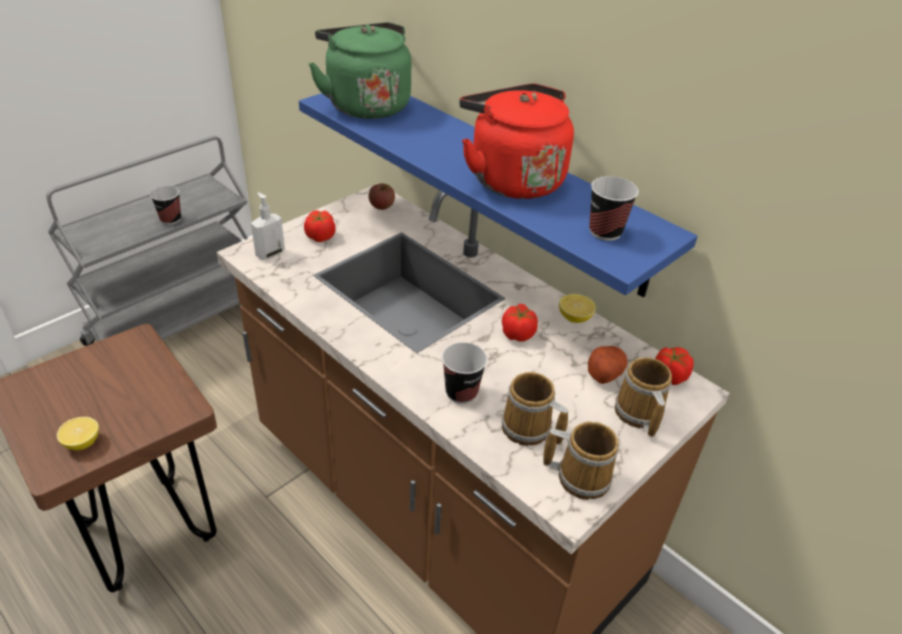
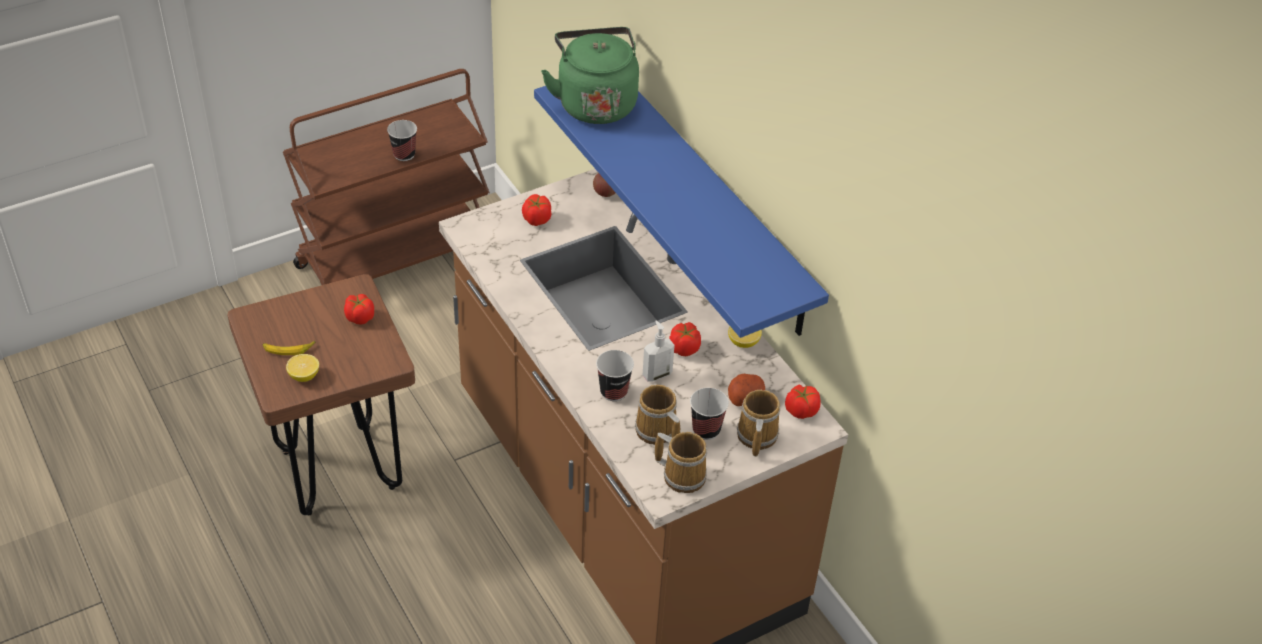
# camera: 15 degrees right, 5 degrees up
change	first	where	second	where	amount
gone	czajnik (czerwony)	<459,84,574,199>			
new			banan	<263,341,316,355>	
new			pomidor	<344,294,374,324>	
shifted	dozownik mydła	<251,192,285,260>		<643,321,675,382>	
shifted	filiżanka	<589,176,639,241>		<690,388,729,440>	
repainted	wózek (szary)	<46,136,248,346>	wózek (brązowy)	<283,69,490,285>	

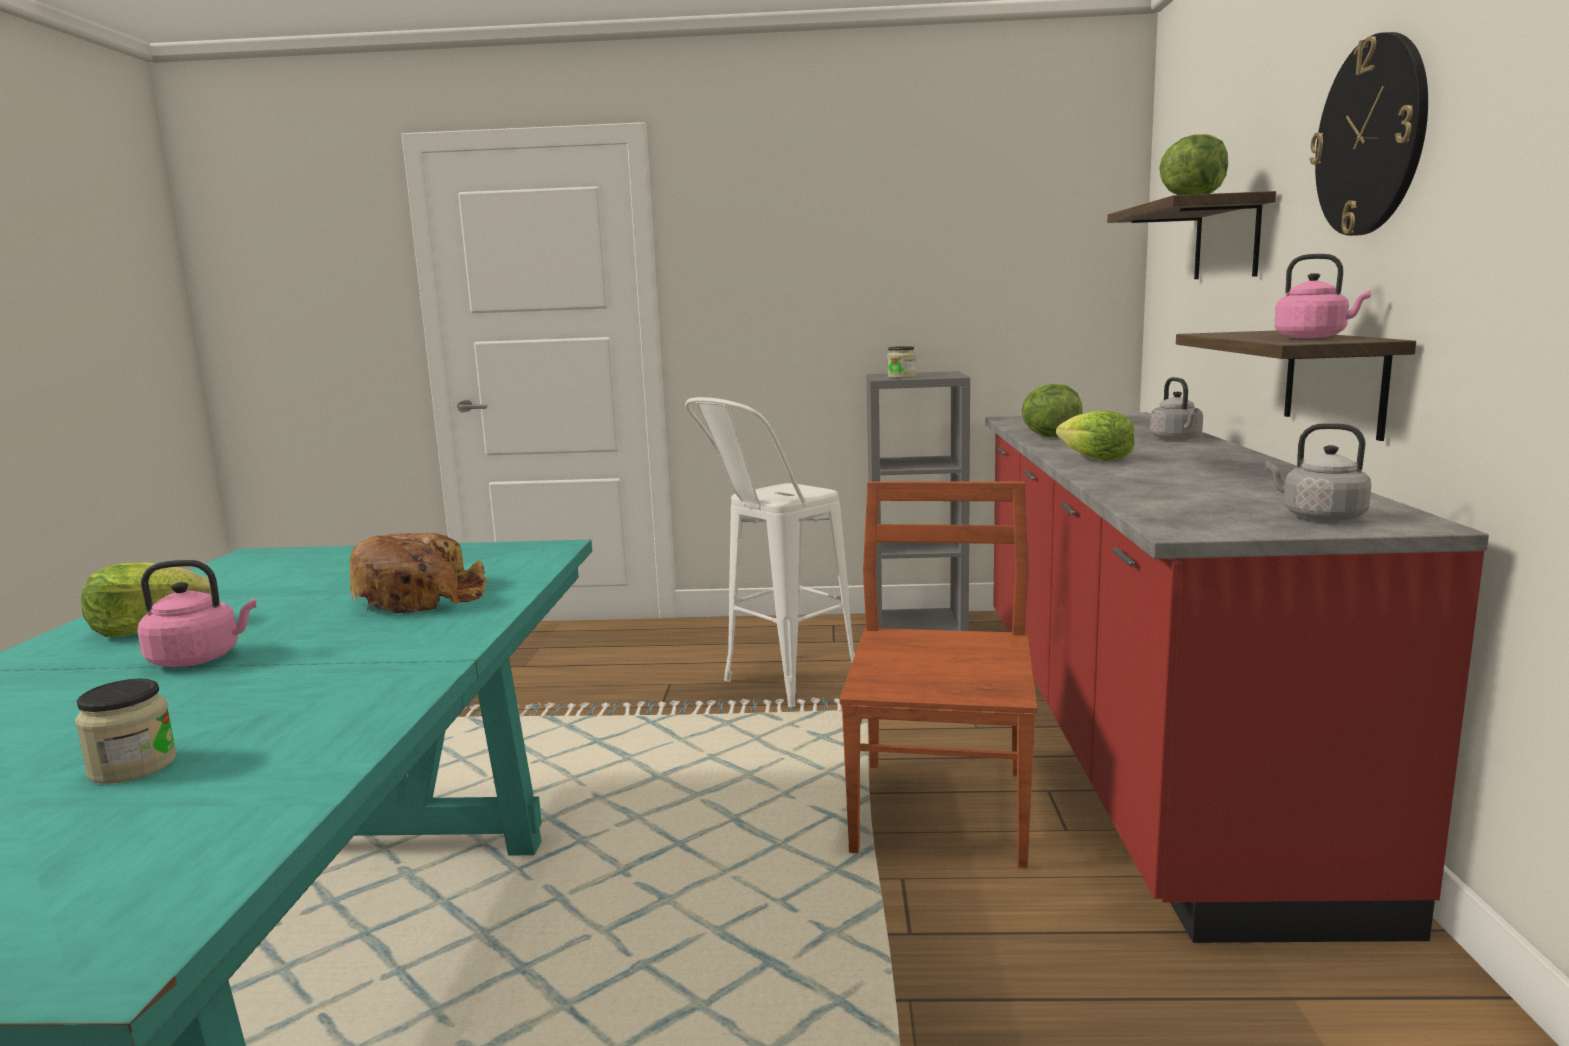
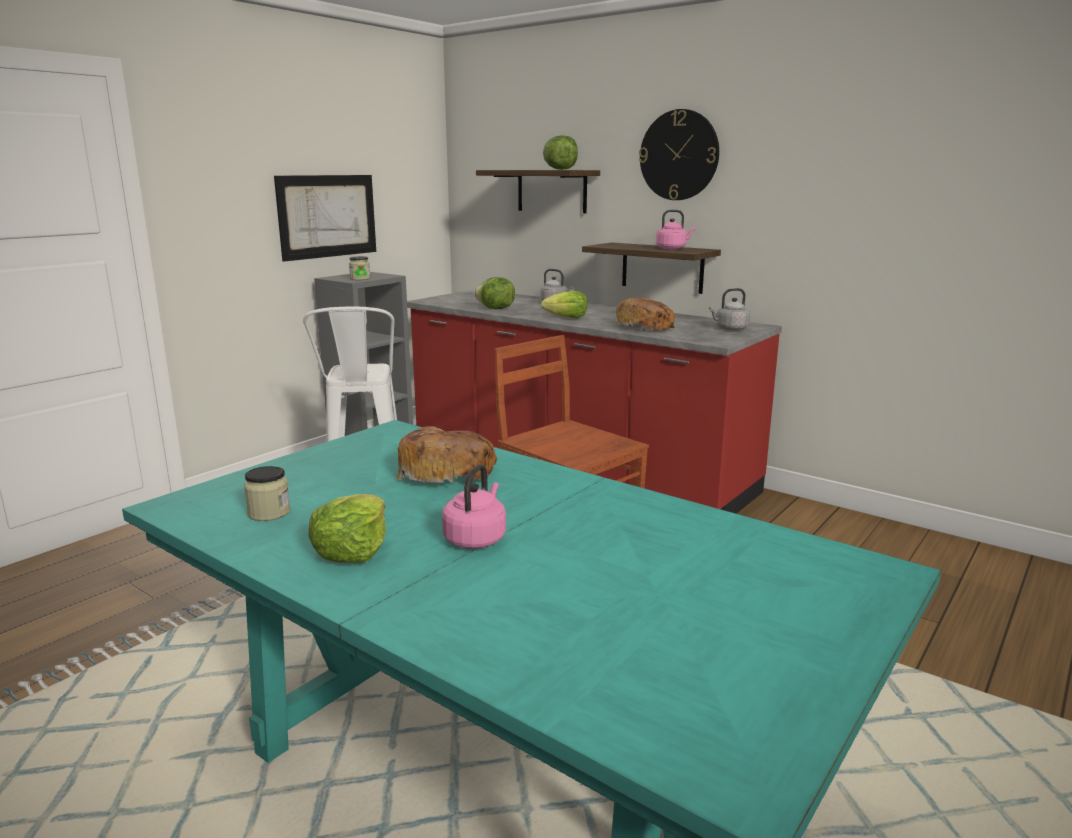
# camera: 55 degrees left, 5 degrees up
change	first	where	second	where	amount
new			obraz	<274,175,376,262>	
new			chleb	<615,298,675,331>	
shifted	słoik	<75,679,177,784>		<244,466,291,521>	

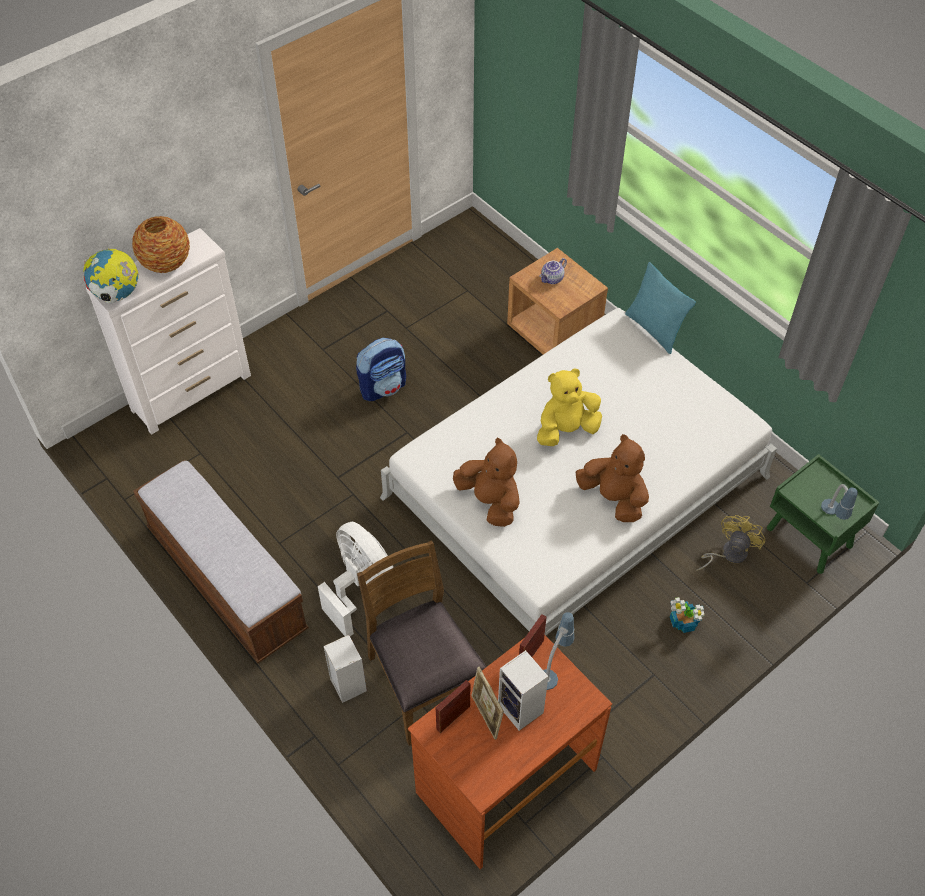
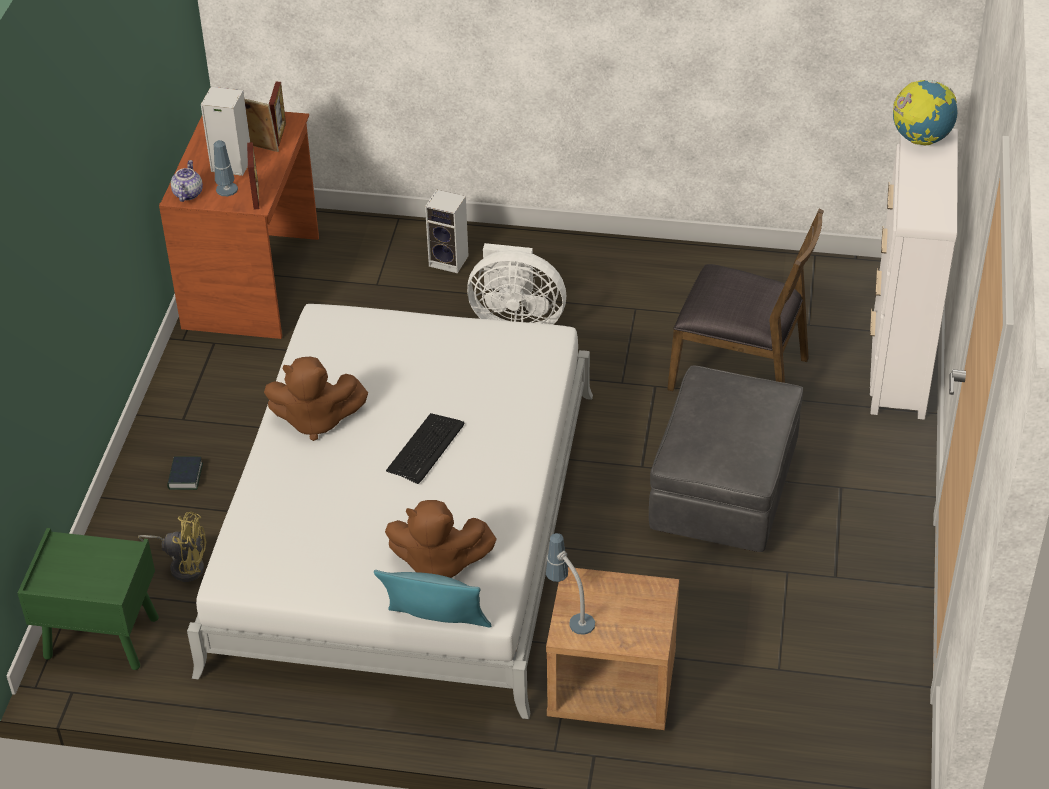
# camera: 140 degrees right, 10 degrees down
change	first	where	second	where	amount
gone	wazon	<132,216,190,273>			
gone	ławka	<133,460,309,663>			
shifted	krzesło (brązowy)	<357,540,486,746>		<667,209,824,391>	
shifted	pluszak (brązowy)	<453,438,520,527>		<385,500,497,578>	
shifted	imbryk	<539,258,567,284>		<171,160,203,202>	
shifted	lampa stołowa	<821,484,858,520>		<546,533,595,635>	
swapped	plecak	<356,338,406,401>	pufa (szary)	<649,366,803,552>	
swapped	pluszak (żółty)	<537,368,602,446>	klawiatura	<386,413,464,484>	
swapped	roślina doniczkowa	<670,597,705,633>	książka	<167,457,203,490>	
rotated	wentylator (żółty)	<696,515,765,571>		<138,512,207,582>	75 degrees counterclockwise

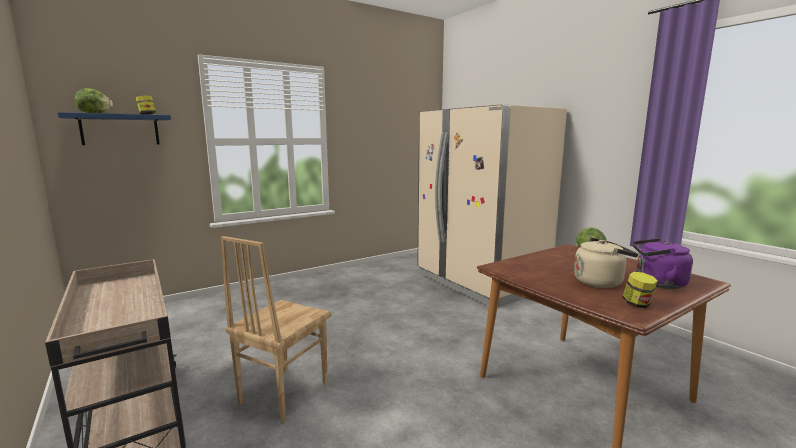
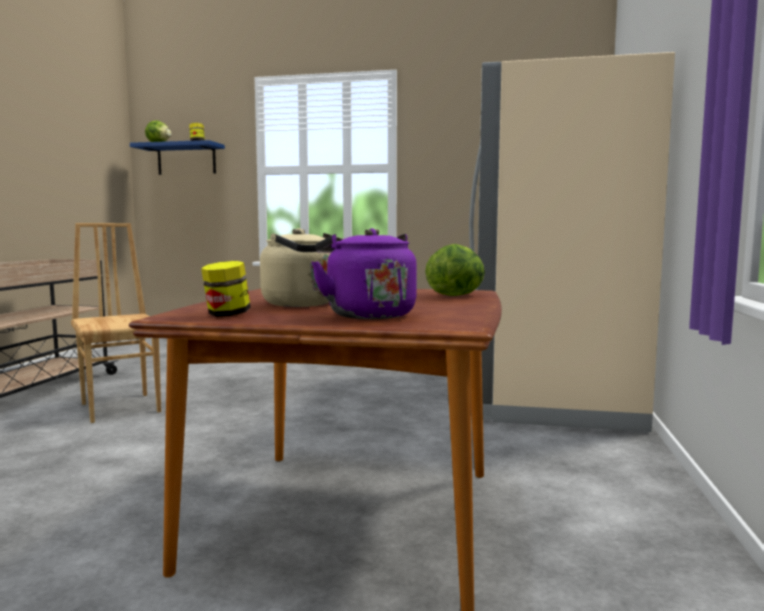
# camera: 45 degrees right, 5 degrees down
change	first	where	second	where	amount
rotated	krzesło (brązowy)	<221,236,331,423>		<71,223,161,423>	75 degrees clockwise

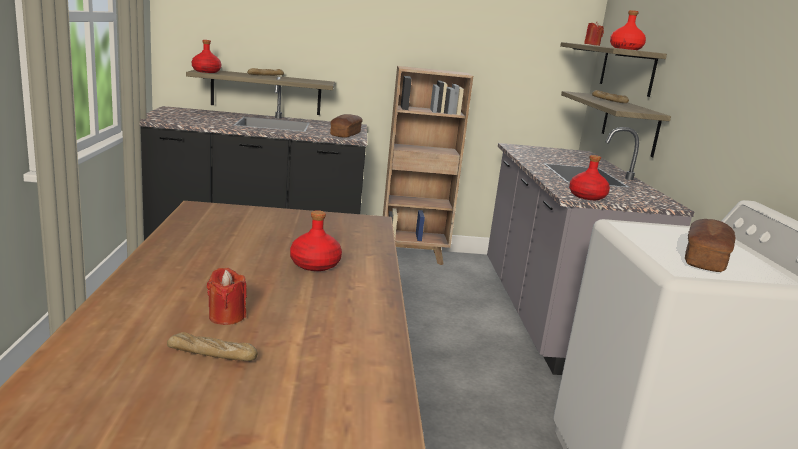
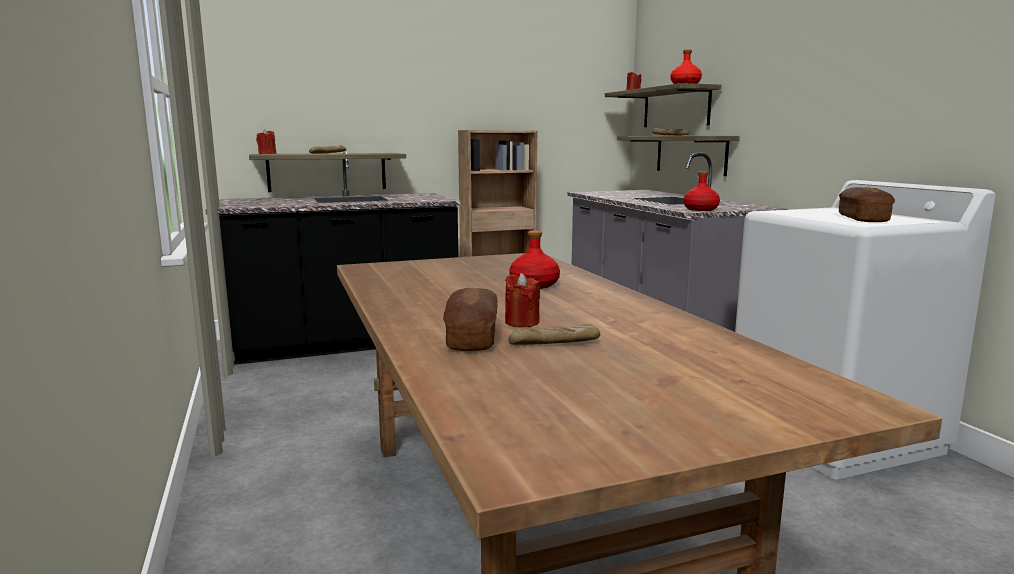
# camera: 15 degrees left, 5 degrees down
change	first	where	second	where	amount
shifted	chleb	<330,114,363,138>		<443,288,498,351>	
swapped	butelka (czerwony)	<192,40,221,73>	świeca (czerwony)	<256,129,276,154>	

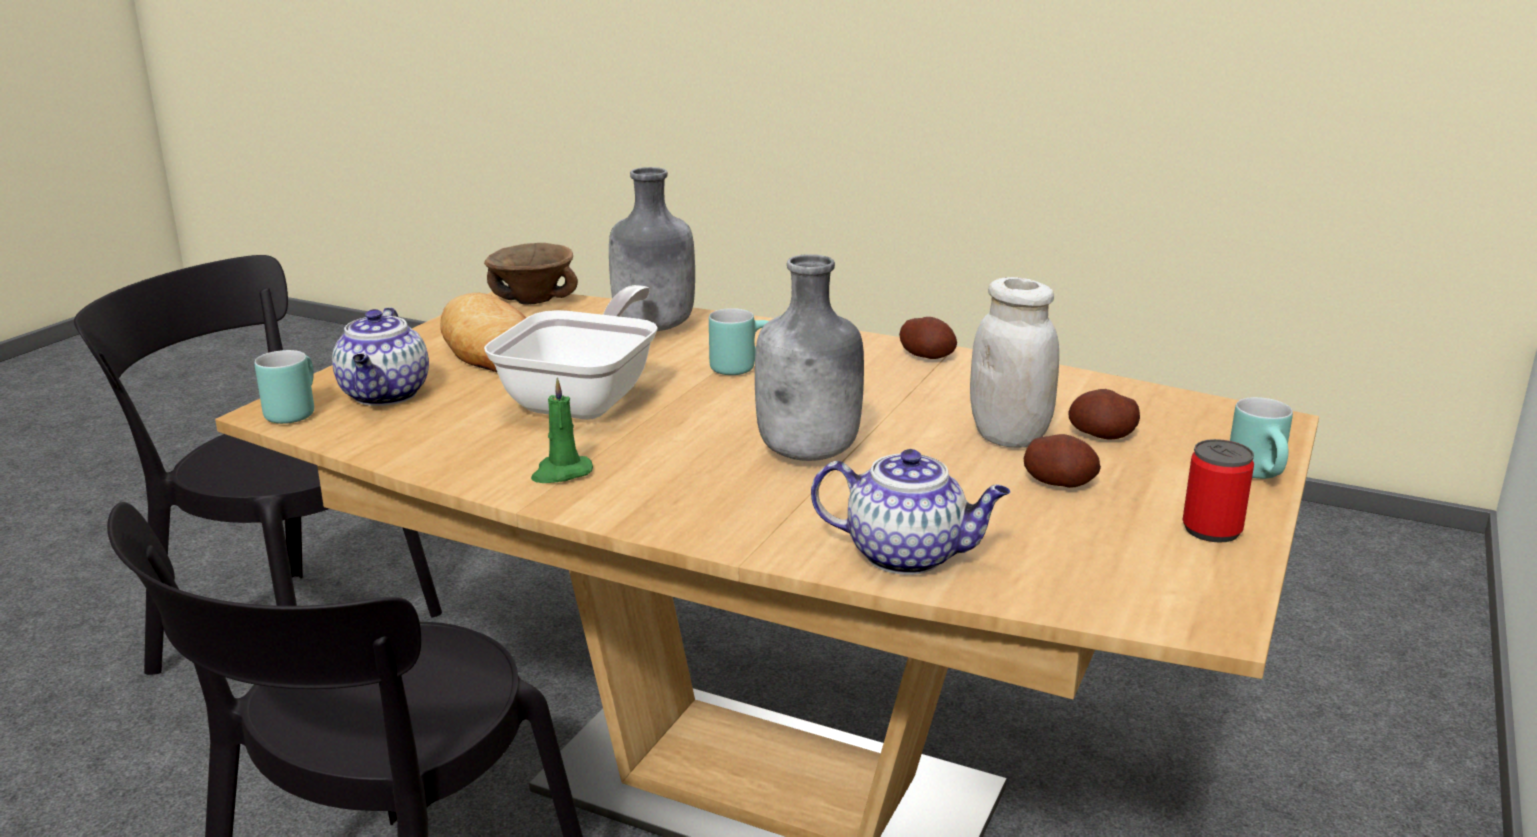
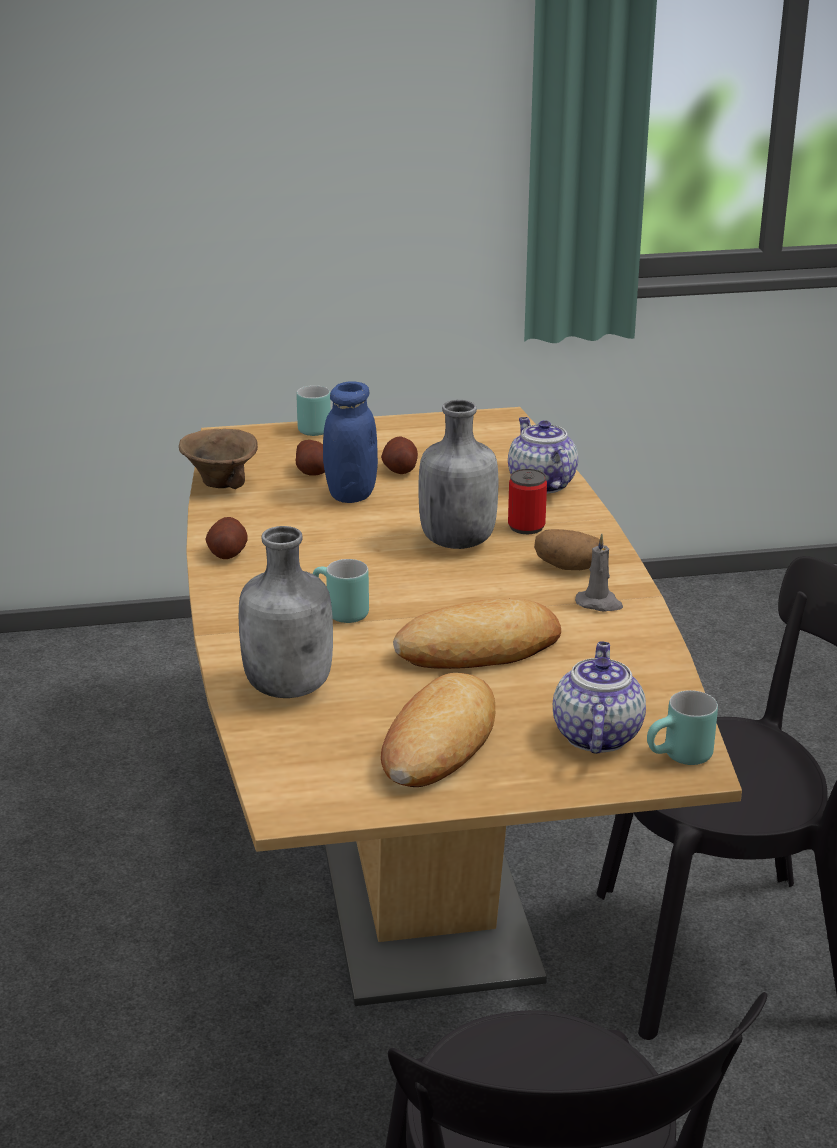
# camera: 125 degrees left, 5 degrees up
change	first	where	second	where	amount
new			ziemniak	<534,529,599,570>	
shifted	miska (brązowy)	<484,243,578,305>		<179,429,258,489>	
shifted	puszka	<1182,439,1254,543>		<508,469,547,534>	
swapped	patelnia	<484,285,658,420>	chleb	<393,599,561,669>	
repainted	świeca (zielony)	<531,378,593,483>	świeca (szary)	<575,534,623,611>	
repainted	słoik (biały)	<970,277,1059,448>	słoik (niebieski)	<323,381,378,503>	
rotated	imbryk	<332,307,429,406>		<553,641,646,754>	45 degrees counterclockwise

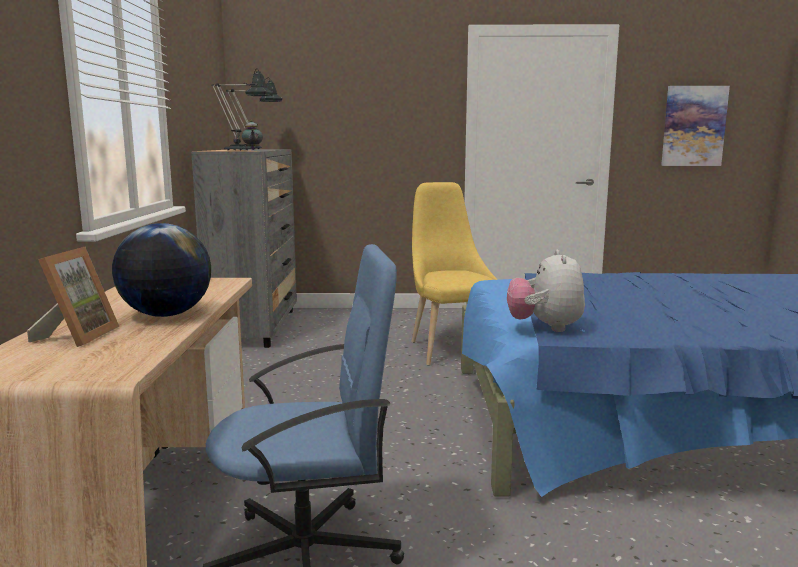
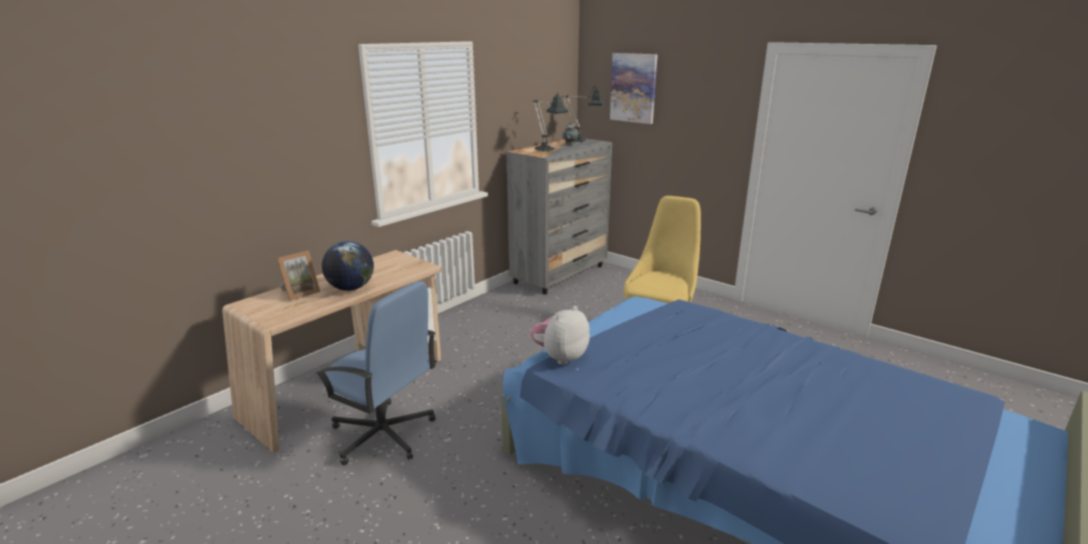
# camera: 40 degrees right, 10 degrees up
change	first	where	second	where	amount
shifted	obraz	<661,86,730,166>		<610,53,658,124>	

